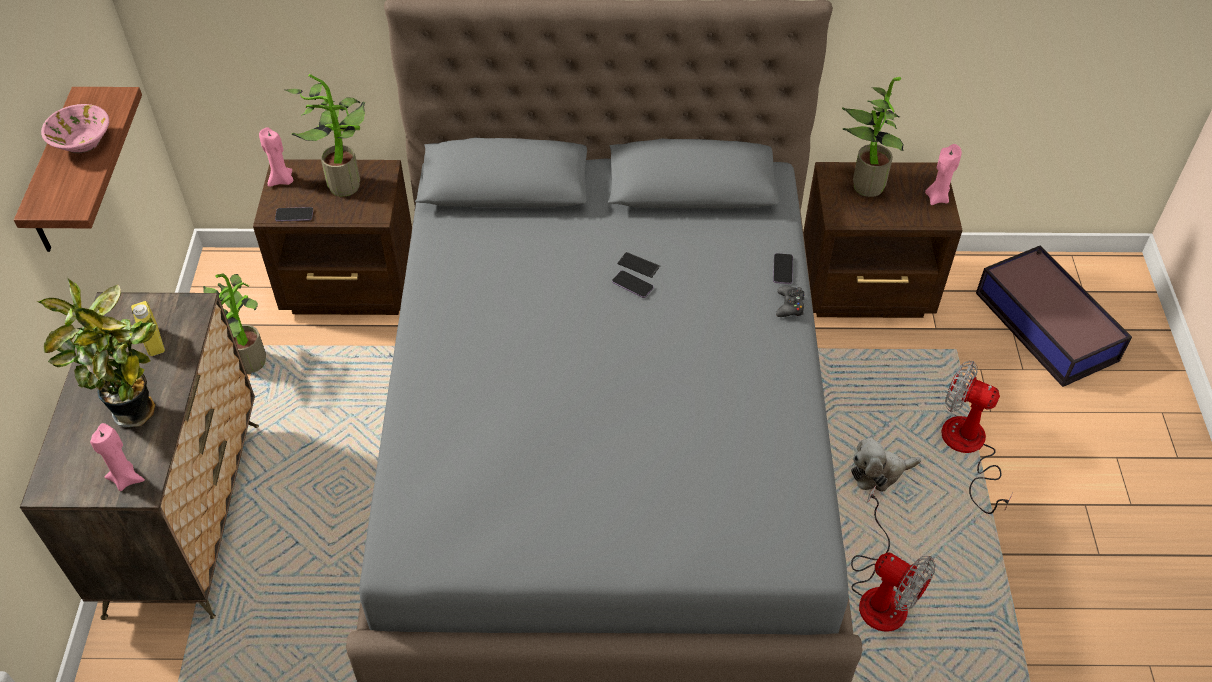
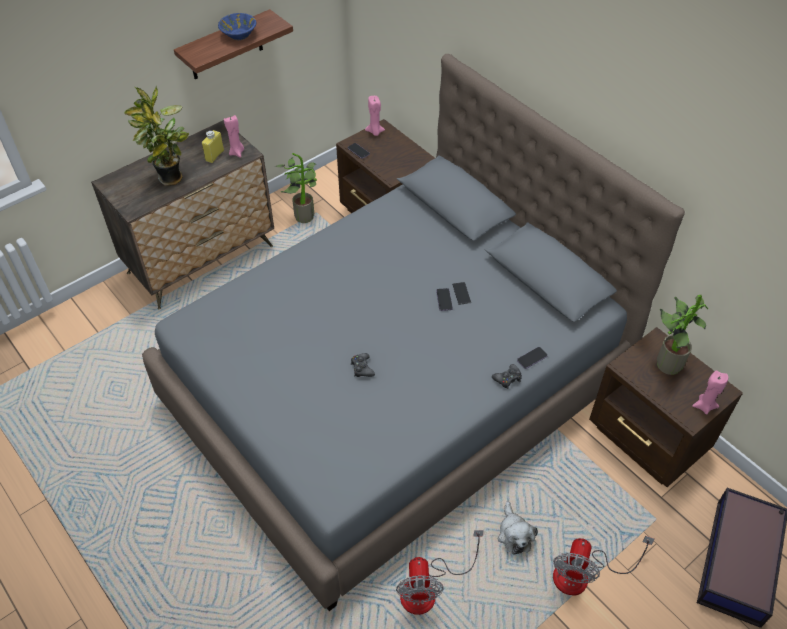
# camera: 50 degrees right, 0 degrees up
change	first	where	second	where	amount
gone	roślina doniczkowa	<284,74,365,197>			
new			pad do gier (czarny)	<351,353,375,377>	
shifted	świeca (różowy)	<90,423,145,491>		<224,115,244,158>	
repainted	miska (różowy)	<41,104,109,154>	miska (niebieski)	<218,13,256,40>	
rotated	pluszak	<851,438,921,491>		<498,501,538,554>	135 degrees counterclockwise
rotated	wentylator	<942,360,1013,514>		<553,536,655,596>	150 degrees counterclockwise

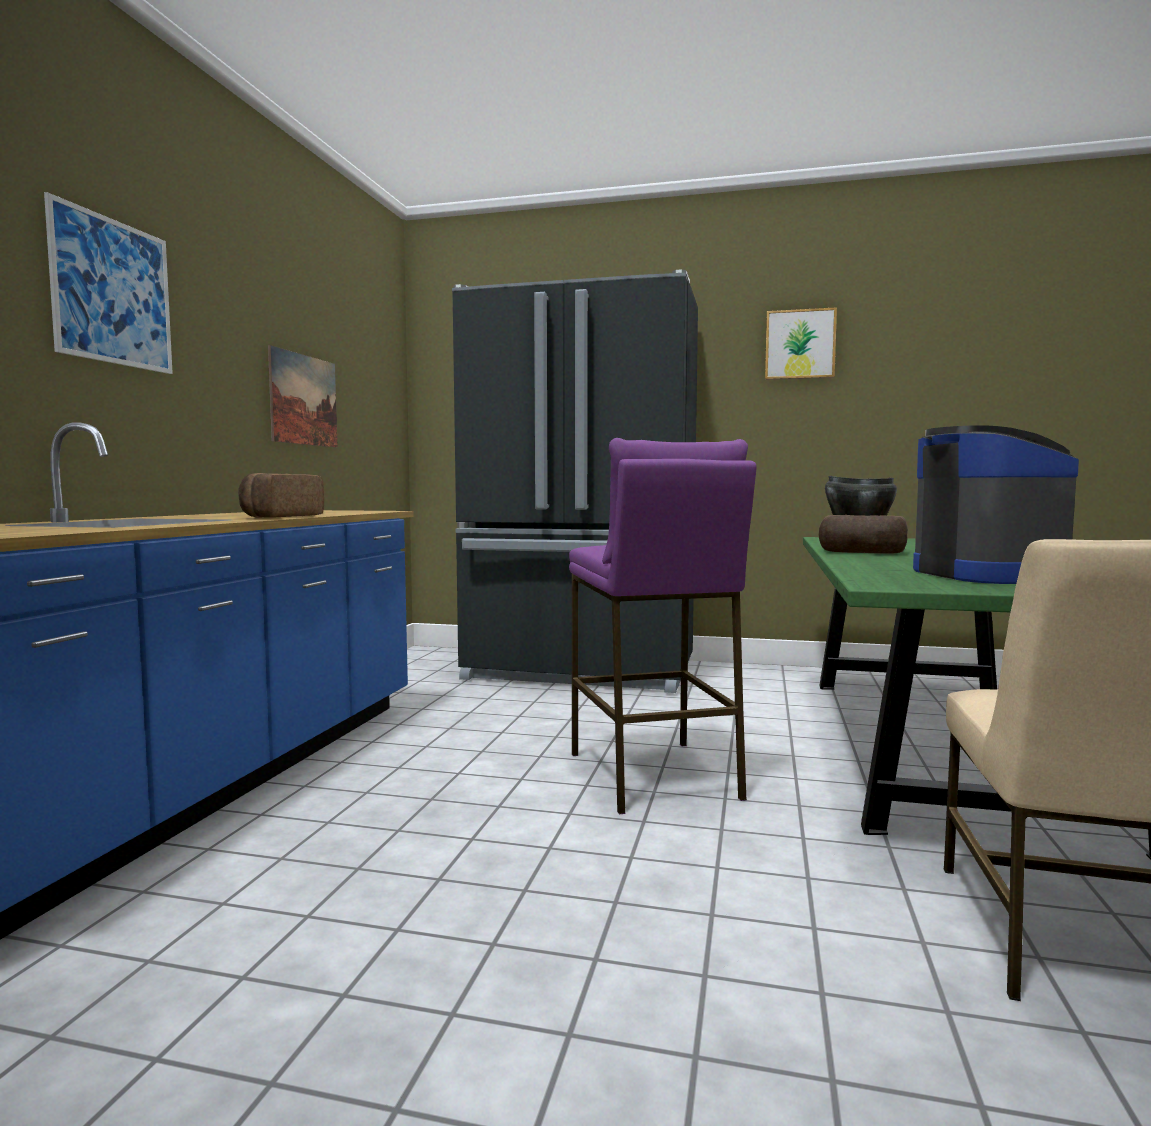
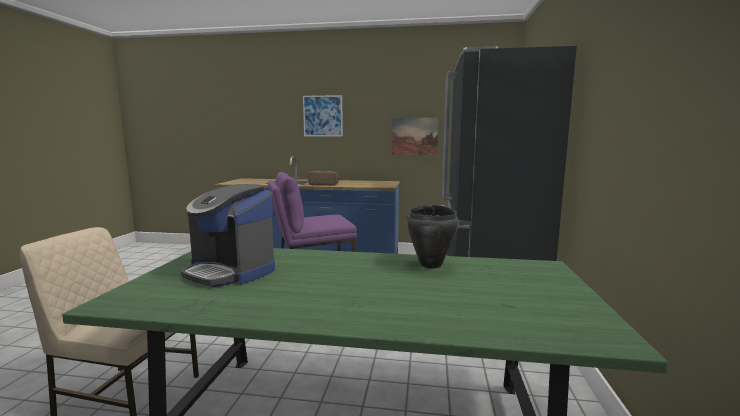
# camera: 85 degrees right, 5 degrees up
change	first	where	second	where	amount
gone	obraz	<765,307,837,380>			
gone	chleb	<819,515,908,554>			
rotated	ekspres do kawy	<913,425,1079,584>		<181,184,275,287>	45 degrees clockwise

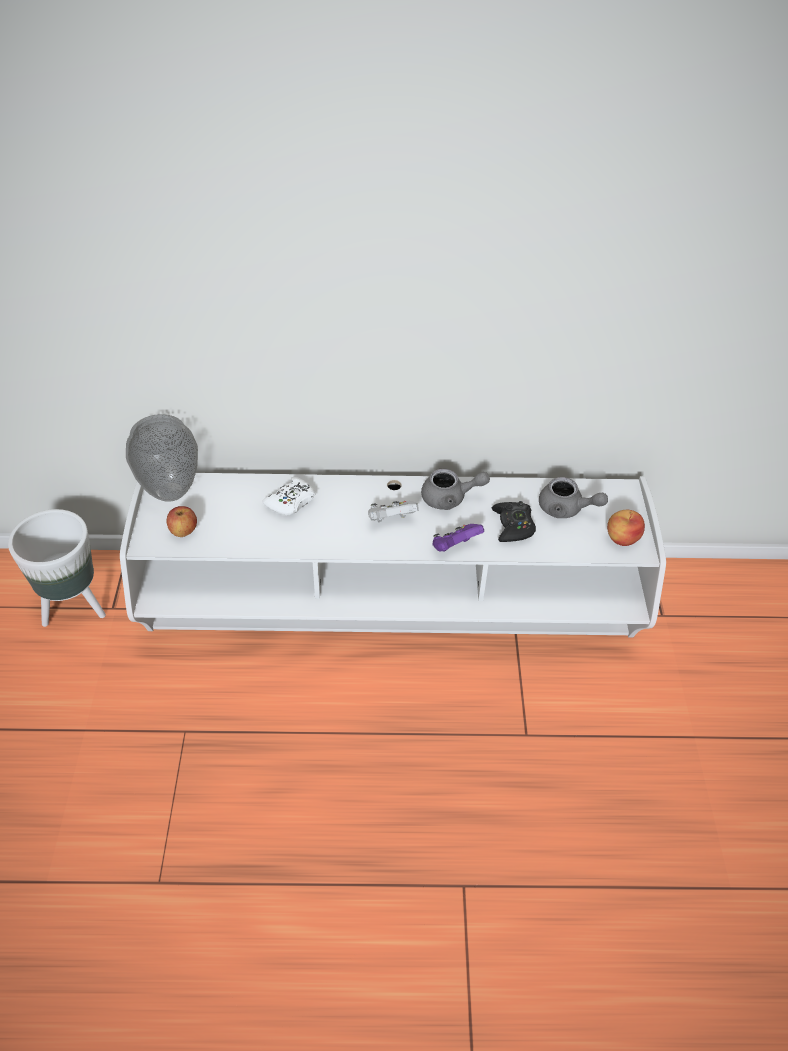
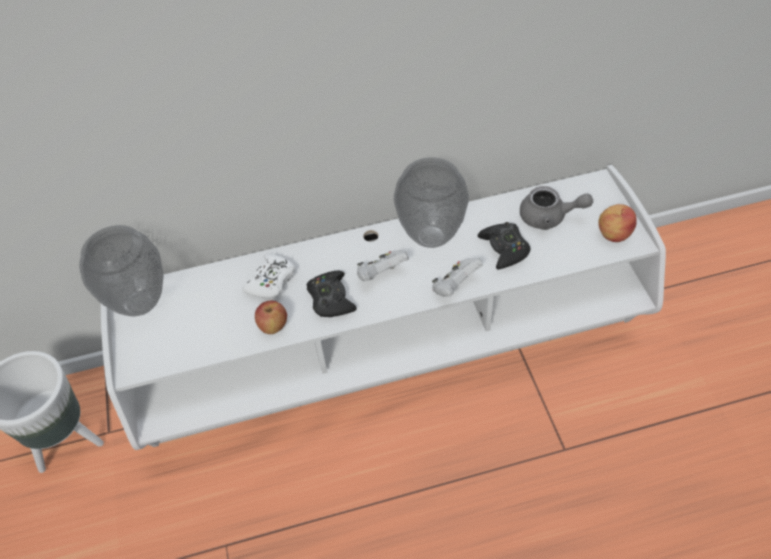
# camera: 10 degrees left, 5 degrees up
change	first	where	second	where	amount
new			pad do gier (czarny)	<306,271,357,317>	
shifted	jabłko	<167,506,197,537>		<255,301,287,334>	
swapped	imbryk (szary)	<421,469,490,510>	wazon	<394,157,469,248>	
repainted	pad do gier (fioletowy)	<432,524,484,552>	pad do gier (biały)	<432,258,483,297>	

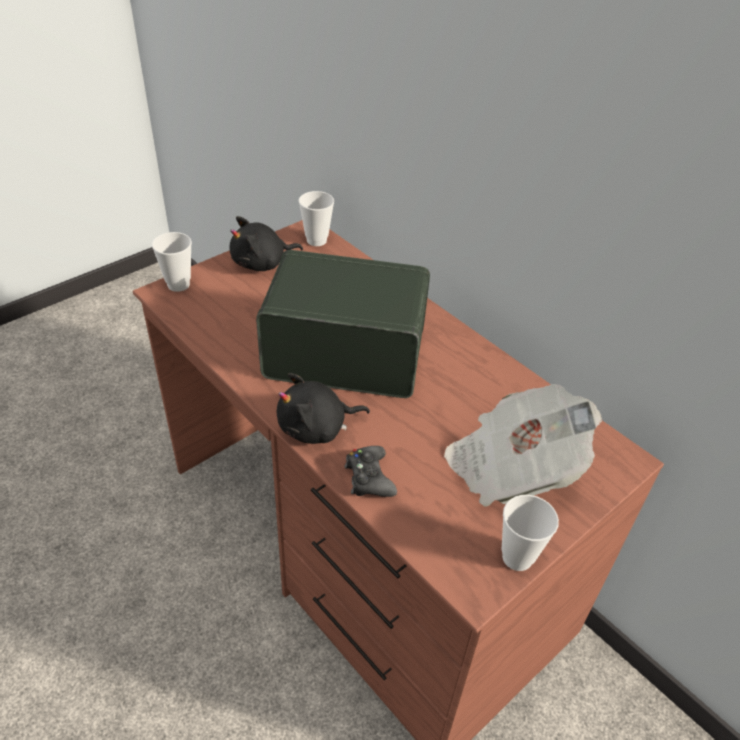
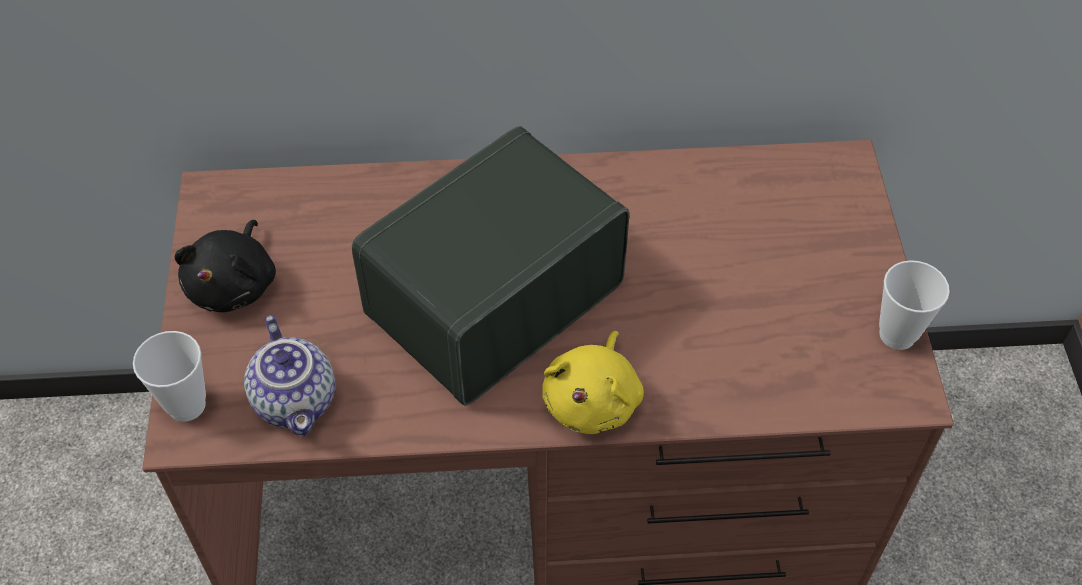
# camera: 50 degrees left, 10 degrees up
change	first	where	second	where	amount
gone	filiżanka	<299,191,334,246>			
gone	pad do gier (czarny)	<345,446,397,497>			
gone	gazeta	<444,384,602,507>			
new			imbryk	<244,315,335,436>	
repainted	pluszak (czarny)	<277,373,370,444>	pluszak (żółty)	<542,331,644,434>	

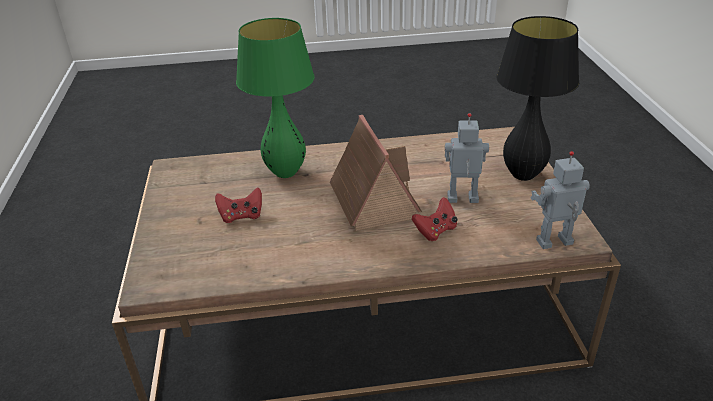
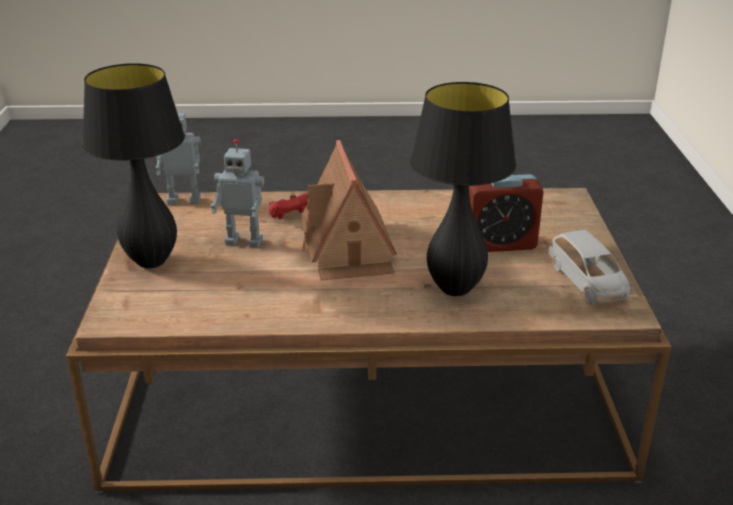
# camera: 175 degrees left, 5 degrees down
change	first	where	second	where	amount
new			samochodzik (szary)	<548,230,630,305>	
swapped	pad do gier (czerwony)	<215,188,262,223>	budzik	<469,174,544,252>	
repainted	lampa stołowa (zielony)	<236,18,315,178>	lampa stołowa (czarny)	<410,82,516,296>	

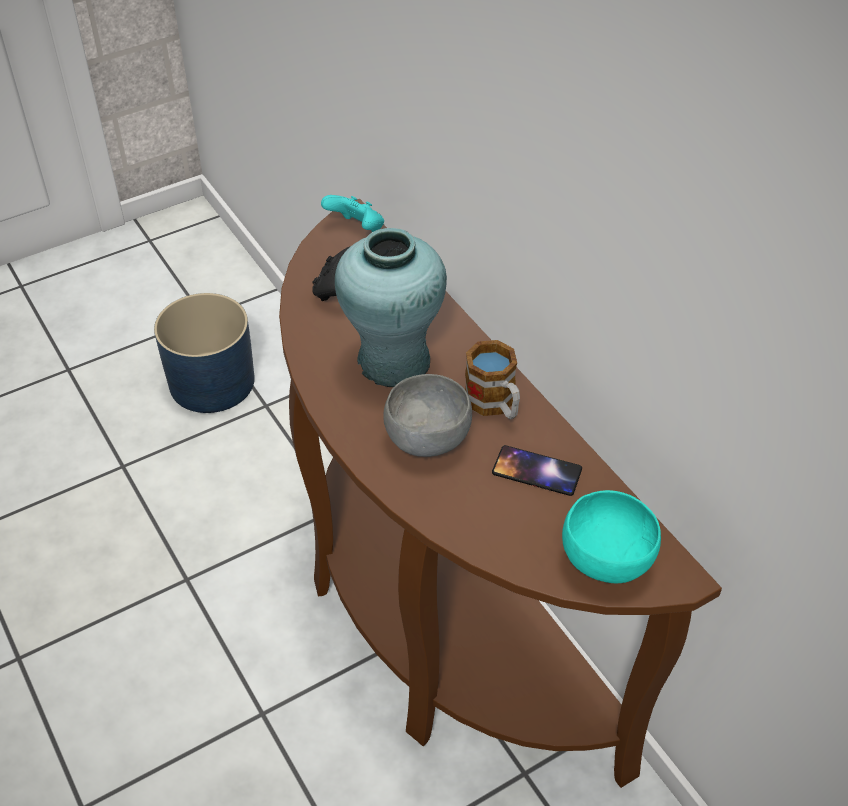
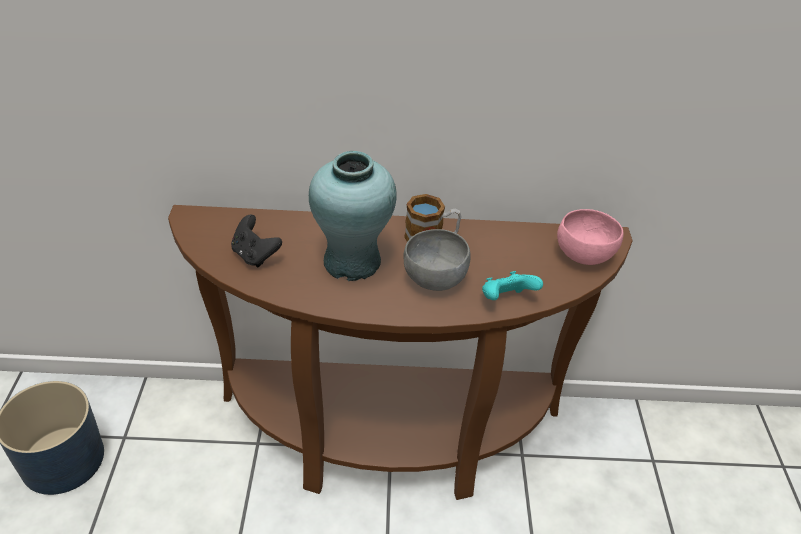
# camera: 60 degrees left, 5 degrees down
change	first	where	second	where	amount
gone	telefon	<492,445,582,496>			
shifted	pad do gier (turkusowy)	<321,195,384,232>		<482,271,543,300>	
repainted	miska (turkusowy)	<562,490,661,583>	miska (różowy)	<557,209,624,265>	

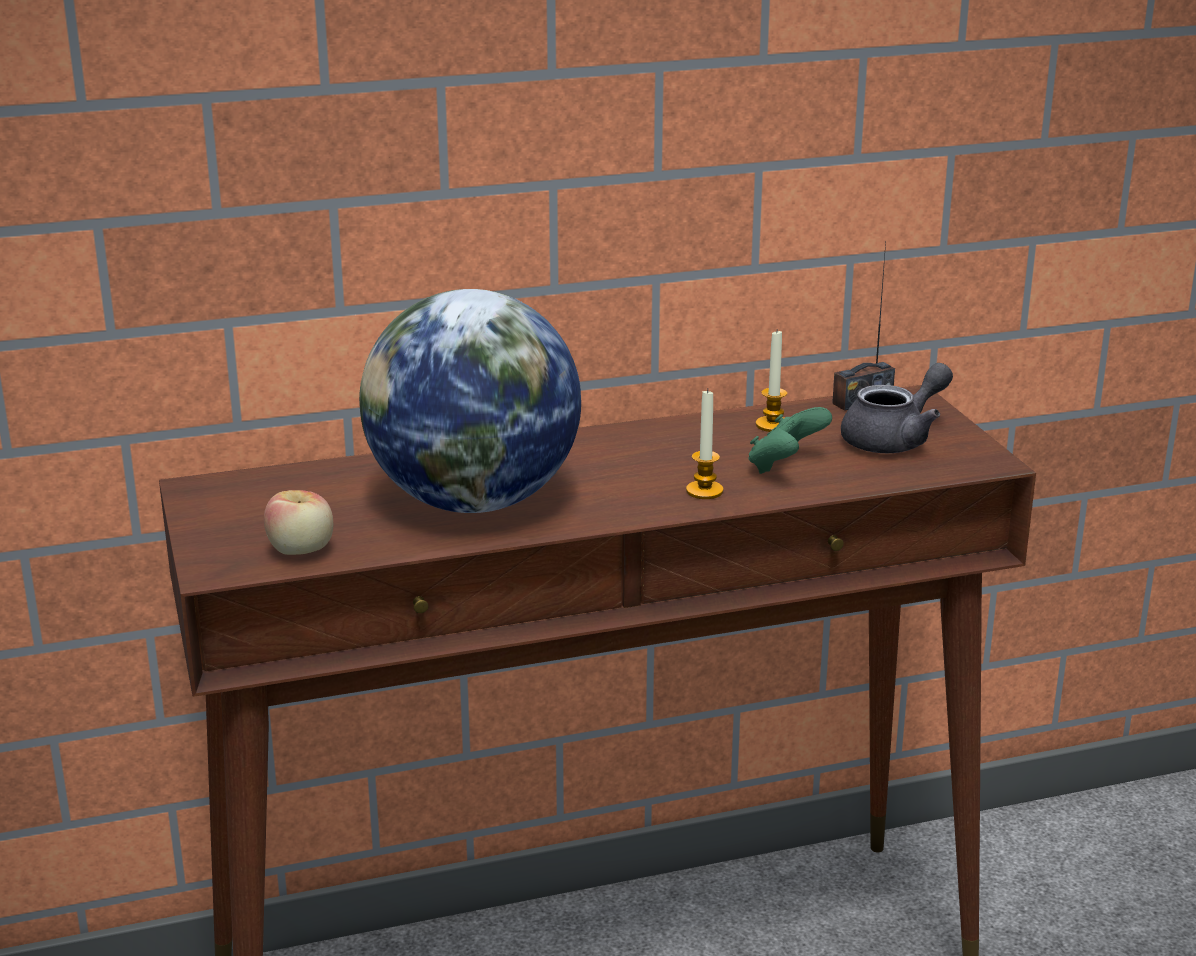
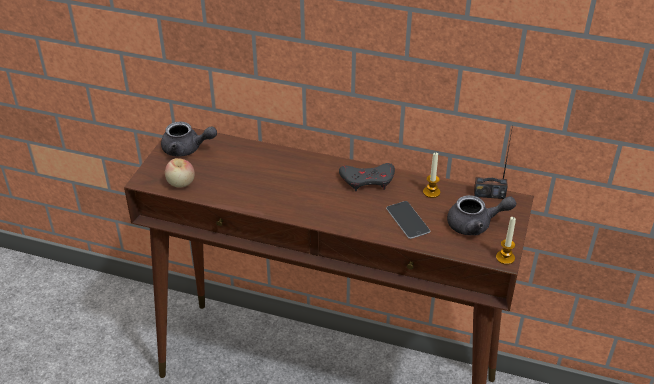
# camera: 35 degrees right, 15 degrees up
change	first	where	second	where	amount
gone	globus	<359,289,581,513>			
new			imbryk (szary)	<161,122,217,157>	
new			pad do gier (szary)	<339,163,395,192>	
shifted	świeca	<686,388,724,499>		<496,217,516,265>	
swapped	pad do gier (zielony)	<748,407,832,474>	telefon	<386,201,430,239>	

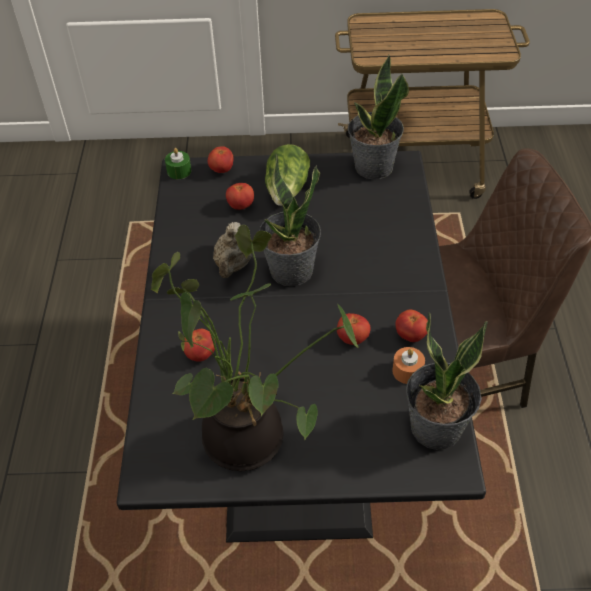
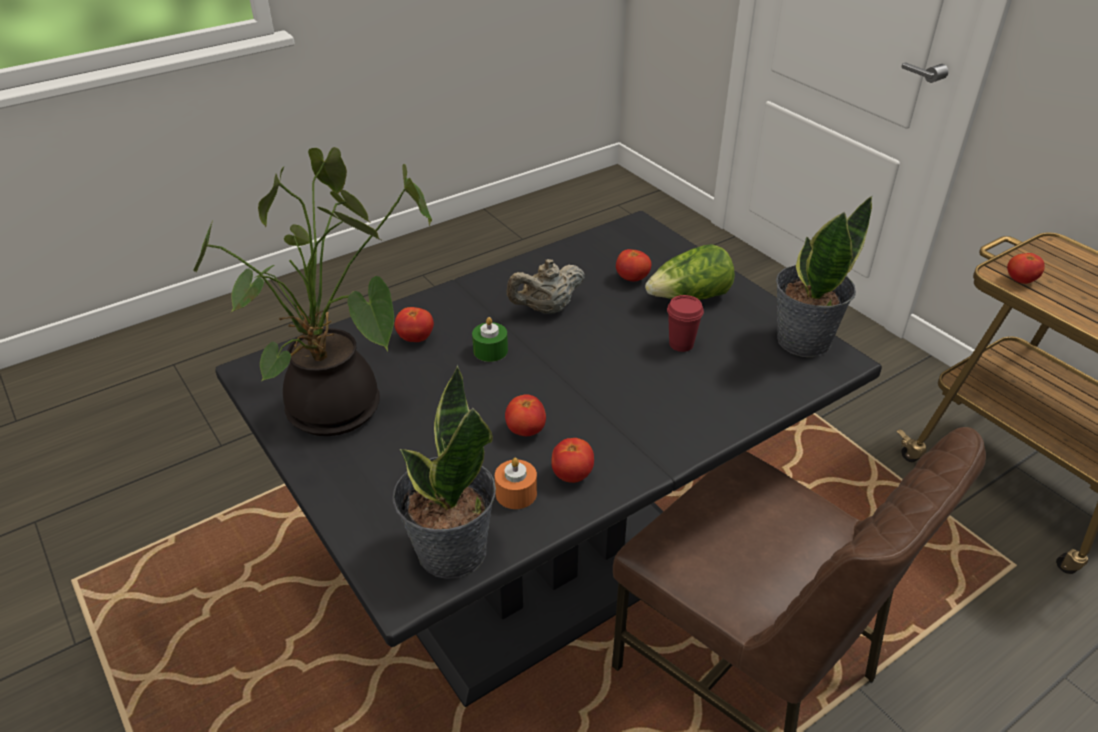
# camera: 55 degrees right, 10 degrees down
change	first	where	second	where	amount
gone	roślina doniczkowa	<259,155,321,286>			
new			filiżanka (czerwony)	<667,295,704,352>	
shifted	świeca (zielony)	<165,148,191,179>		<472,317,508,362>	
shifted	pomidor	<208,147,234,173>		<1007,253,1045,284>	

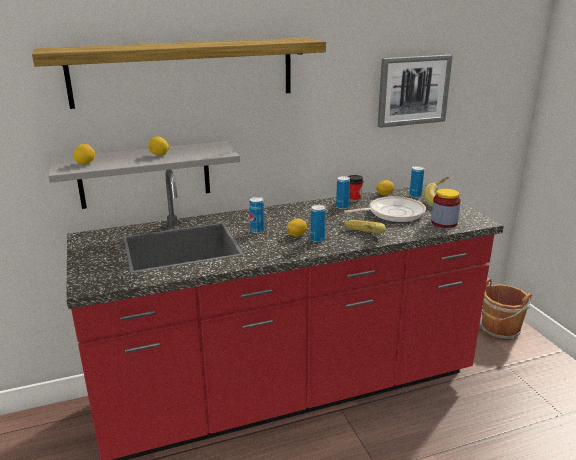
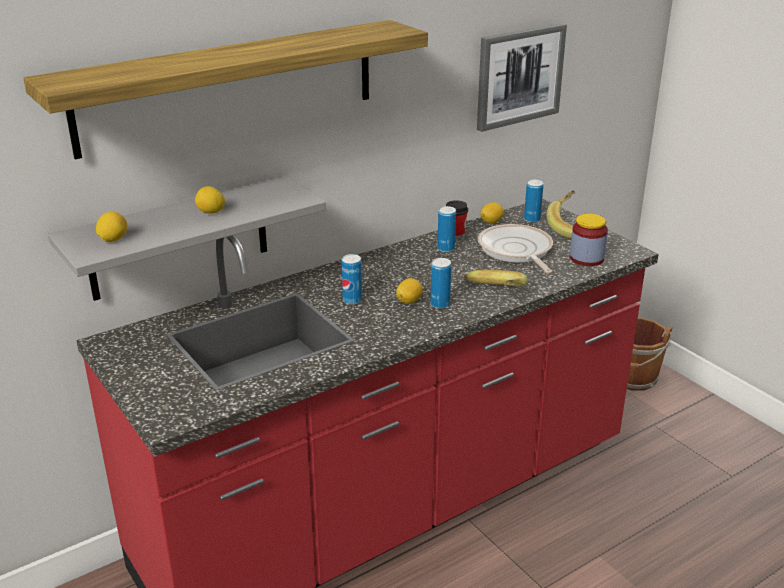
# camera: 15 degrees left, 5 degrees up
change	first	where	second	where	amount
rotated	patelnia	<344,196,426,222>		<478,224,553,273>	75 degrees counterclockwise

